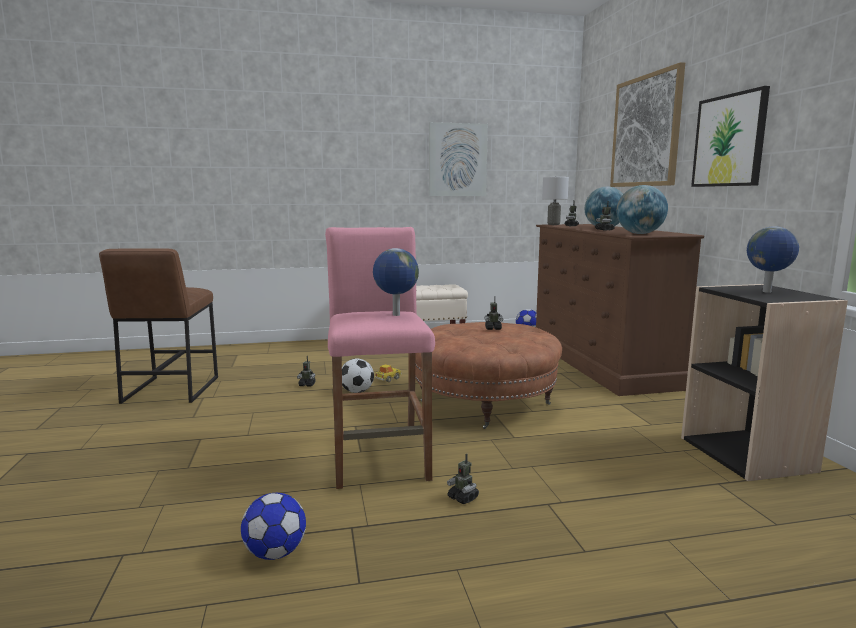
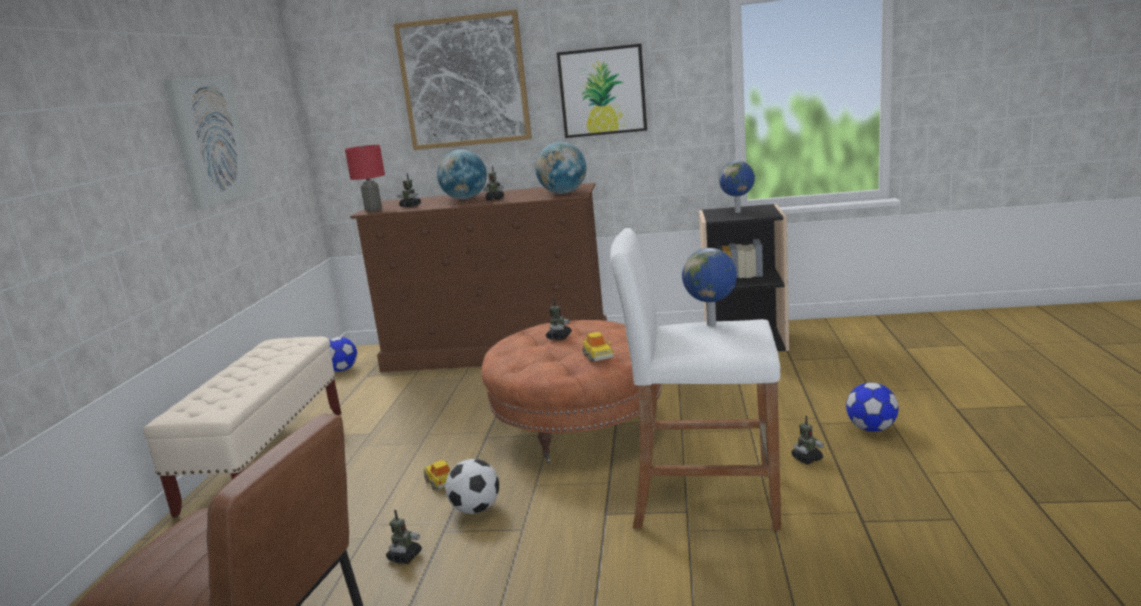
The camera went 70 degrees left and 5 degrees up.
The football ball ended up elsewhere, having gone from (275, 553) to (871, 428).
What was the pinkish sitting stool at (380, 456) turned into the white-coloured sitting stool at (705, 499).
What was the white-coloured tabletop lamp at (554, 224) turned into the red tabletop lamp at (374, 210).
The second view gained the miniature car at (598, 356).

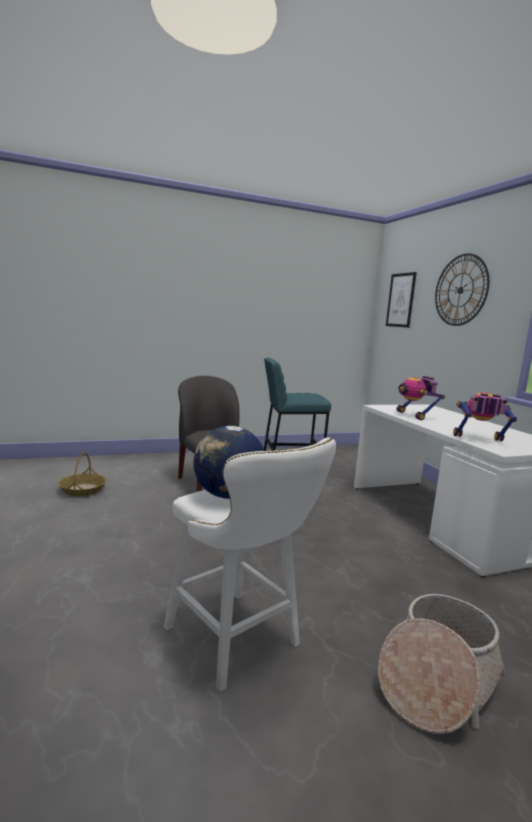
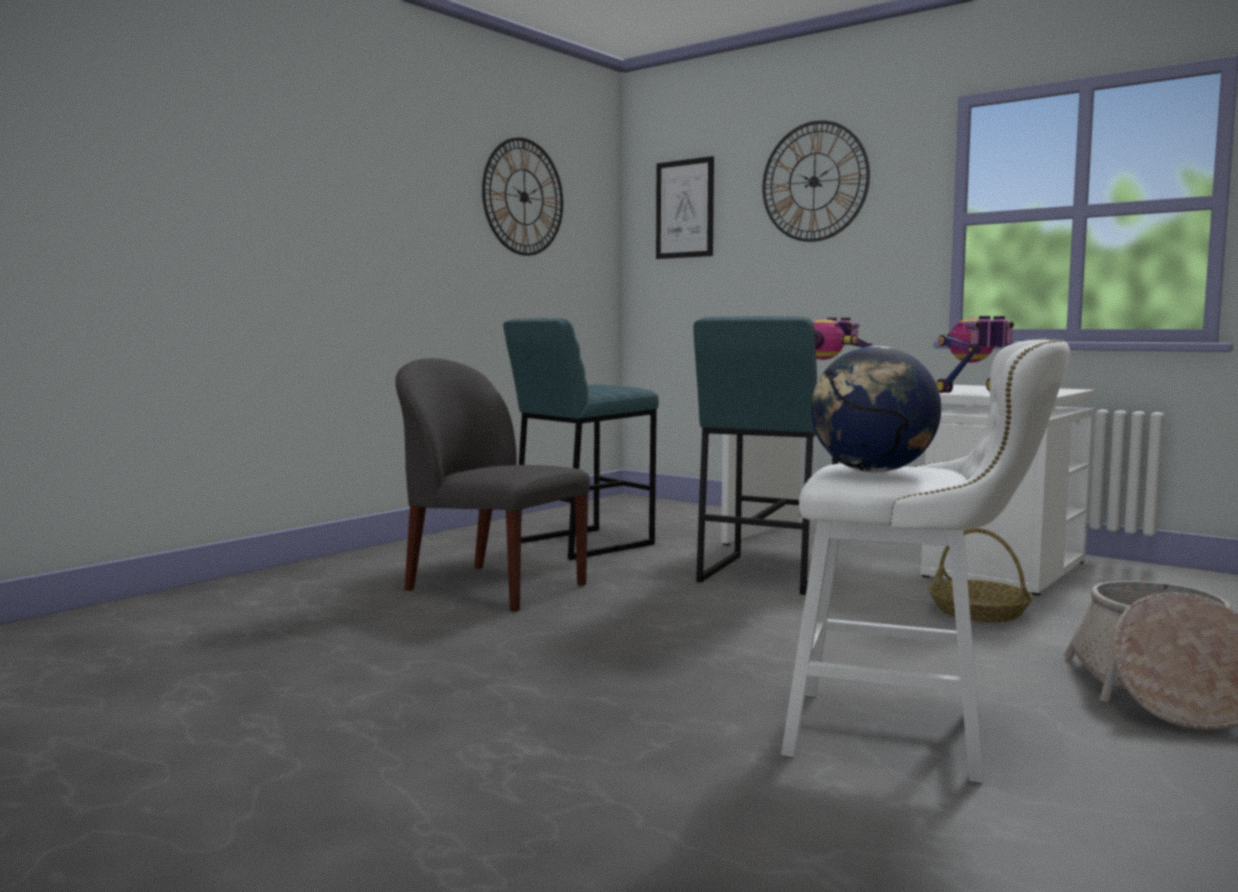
The camera went 30 degrees left and 5 degrees down.
The household basket ended up elsewhere, having gone from (82, 490) to (979, 612).
The second view gained the hanging clock at (524, 197).
The second view gained the blue-green sitting stool at (766, 575).

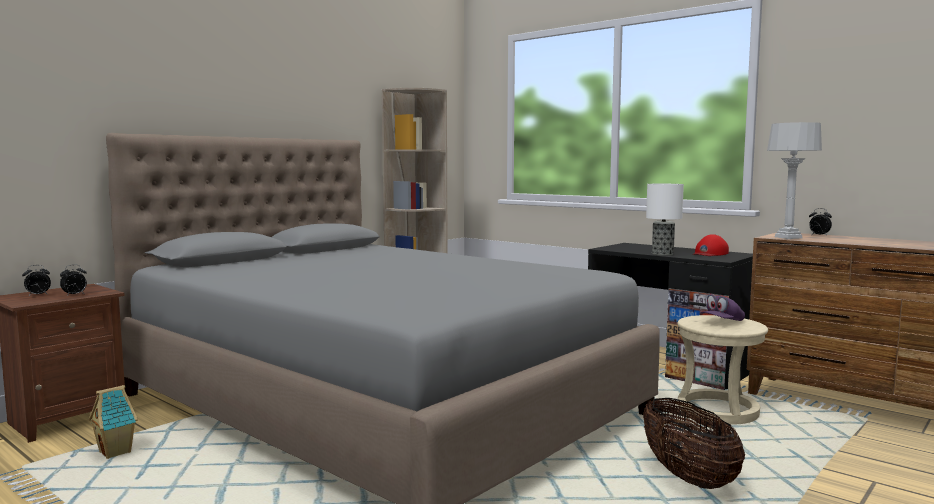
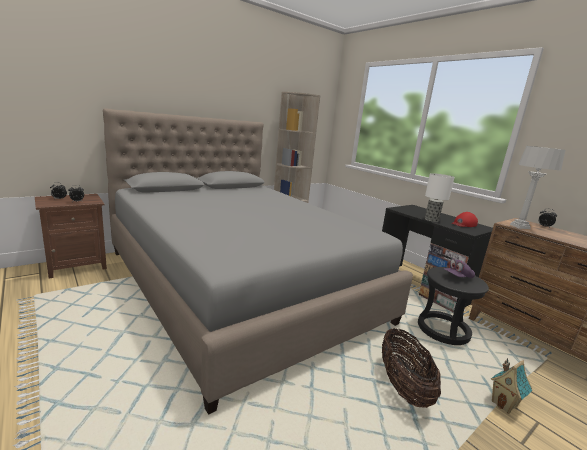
The camera went 10 degrees right and 10 degrees up.
The miniature house ended up elsewhere, having gone from (116, 453) to (504, 404).
What was the sand-coloured sitting stool at (718, 411) turned into the black-coloured sitting stool at (443, 330).

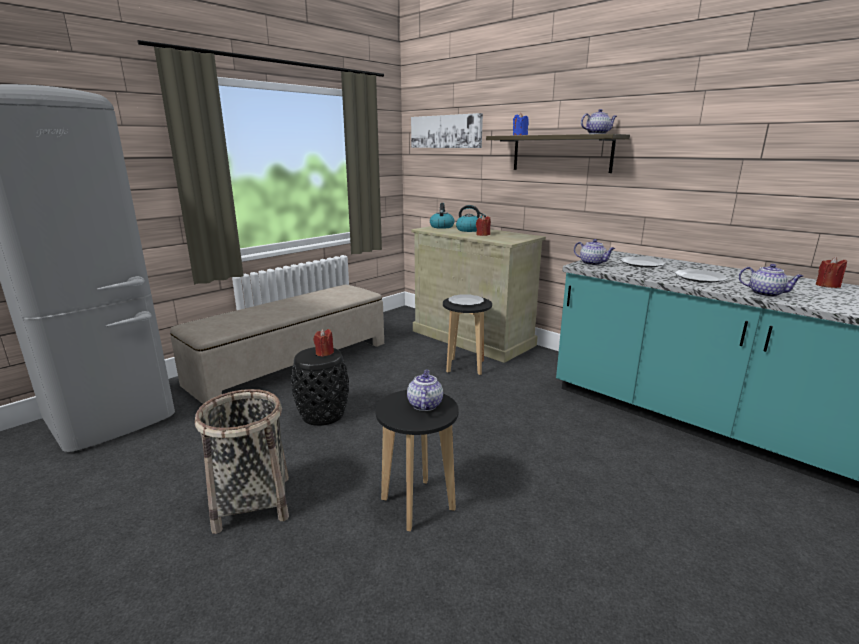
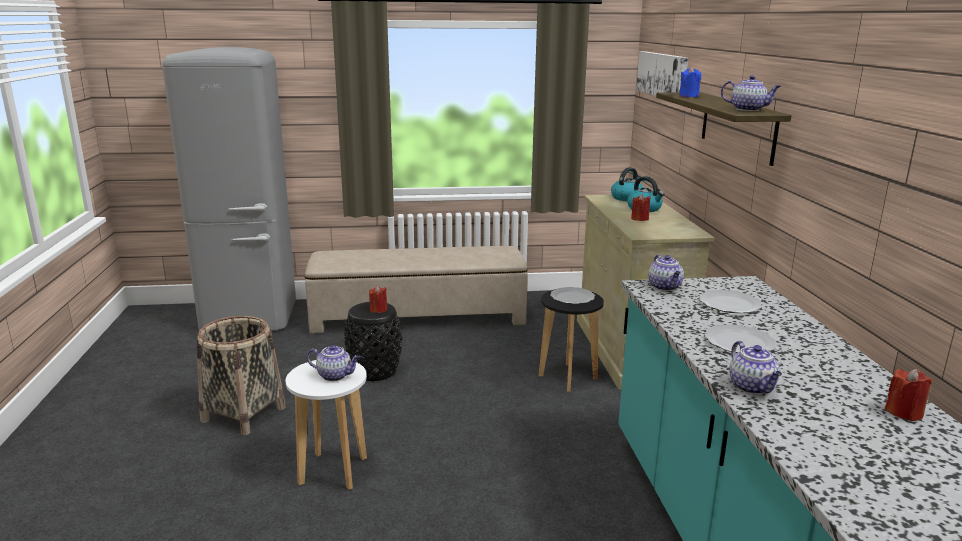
The camera went 40 degrees right and 0 degrees up.
What was the black-coloured sitting stool at (417, 504) turned into the white-coloured sitting stool at (333, 471).
The tea pot at (424, 404) ended up facing another way, 60 degrees clockwise from before.

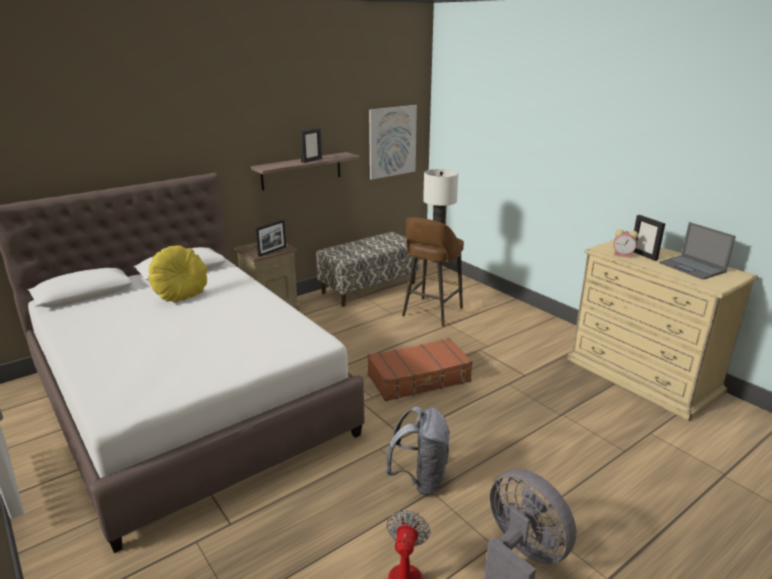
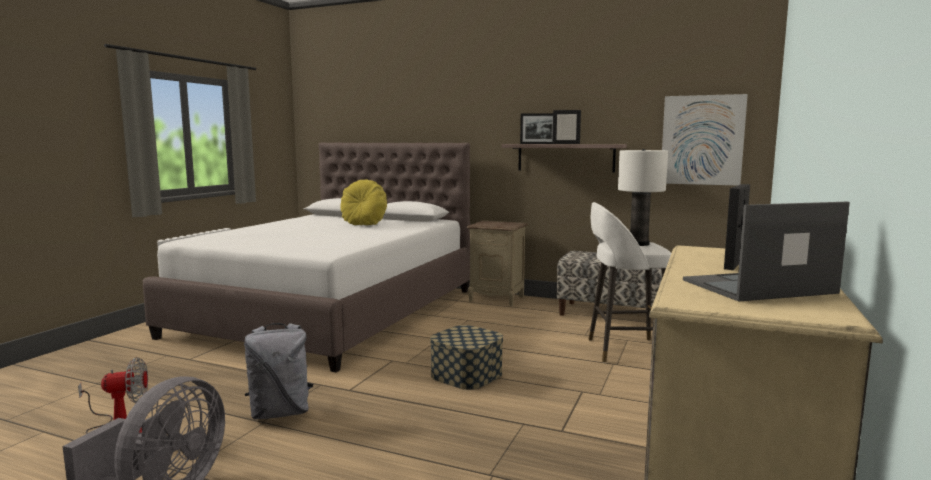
The camera went 60 degrees right and 15 degrees down.
The photo frame ended up elsewhere, having gone from (272, 251) to (538, 143).
Where the brown-coloured suitcase stood at (419, 379), the storage box came to stand at (466, 374).
What was the brown-coloured sitting stool at (431, 312) turned into the white-coloured sitting stool at (624, 350).
The second view lost the alarm clock at (623, 255).
The portable computer at (692, 267) ended up facing another way, 45 degrees clockwise from before.

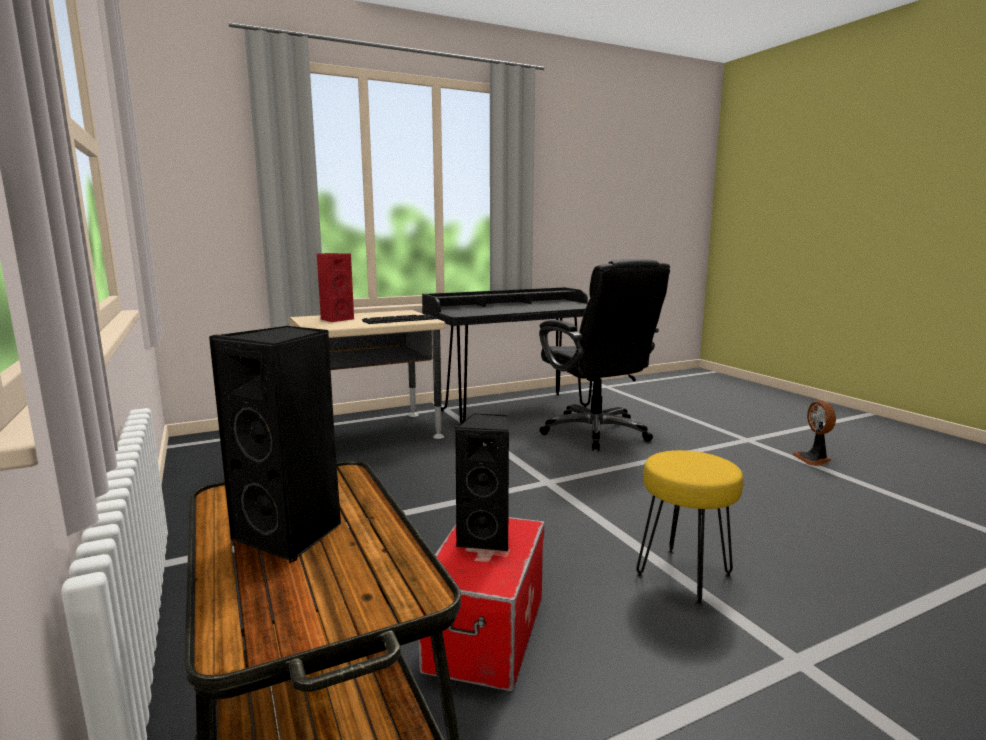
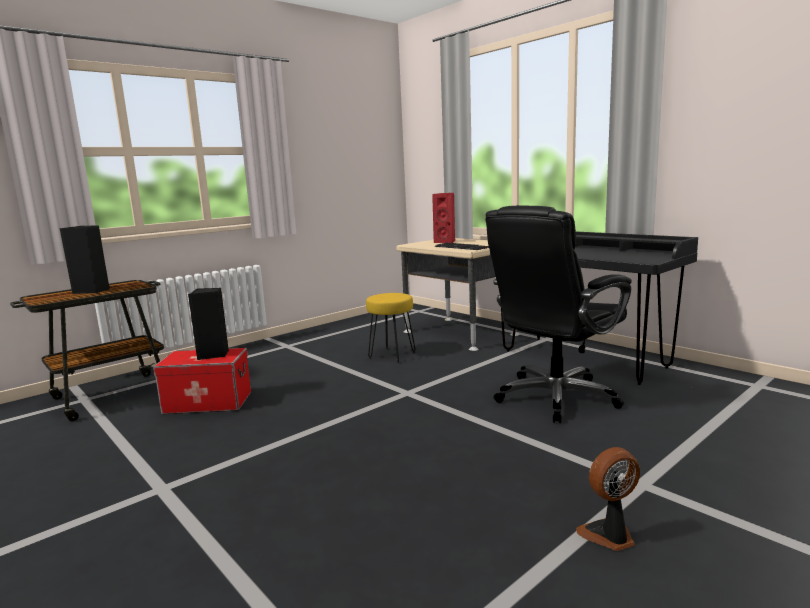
The camera went 75 degrees right and 0 degrees up.
The yellow-coloured sitting stool ended up elsewhere, having gone from (684, 576) to (391, 355).

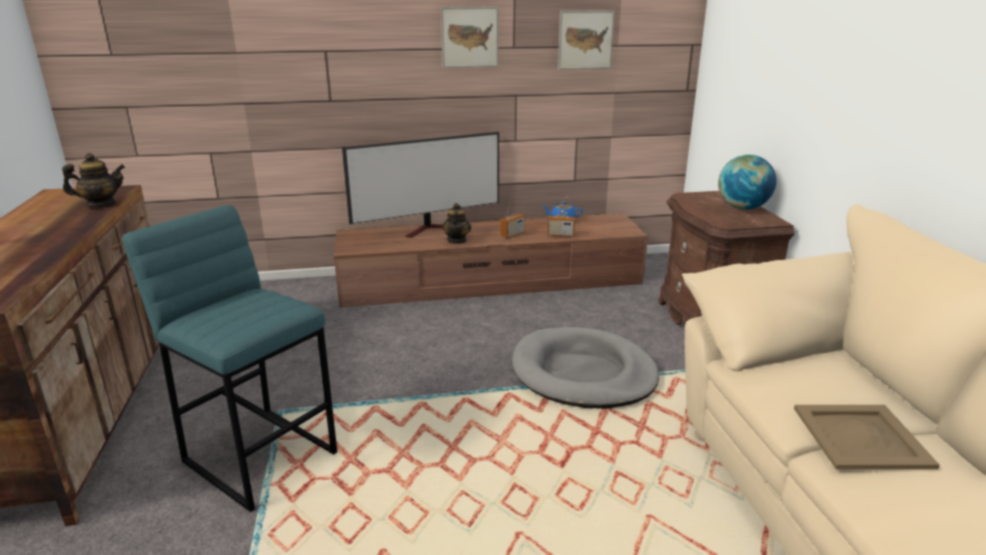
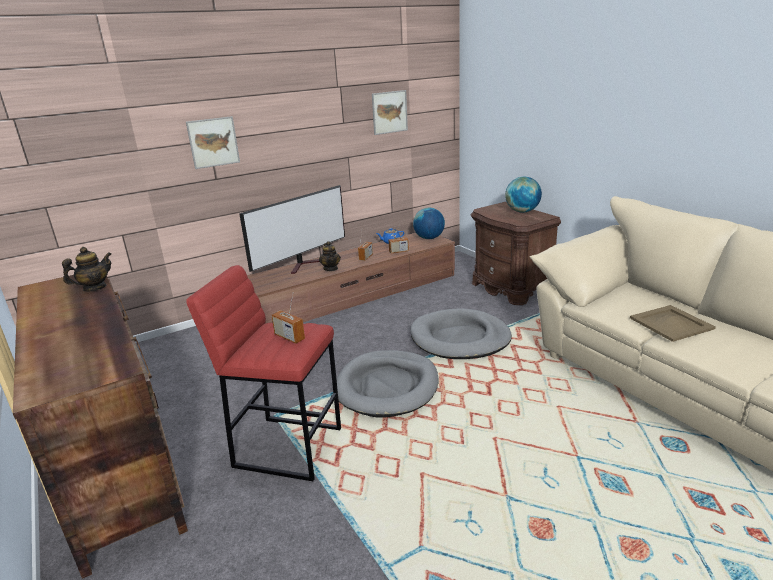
The camera went 20 degrees left and 0 degrees up.
What was the blue-green sitting stool at (258, 456) turned into the red sitting stool at (285, 447).
The wall art ended up elsewhere, having gone from (469, 37) to (213, 142).
The second view gained the radio at (289, 337).
The second view gained the greyish dog bed at (387, 386).
The second view gained the world globe at (429, 238).

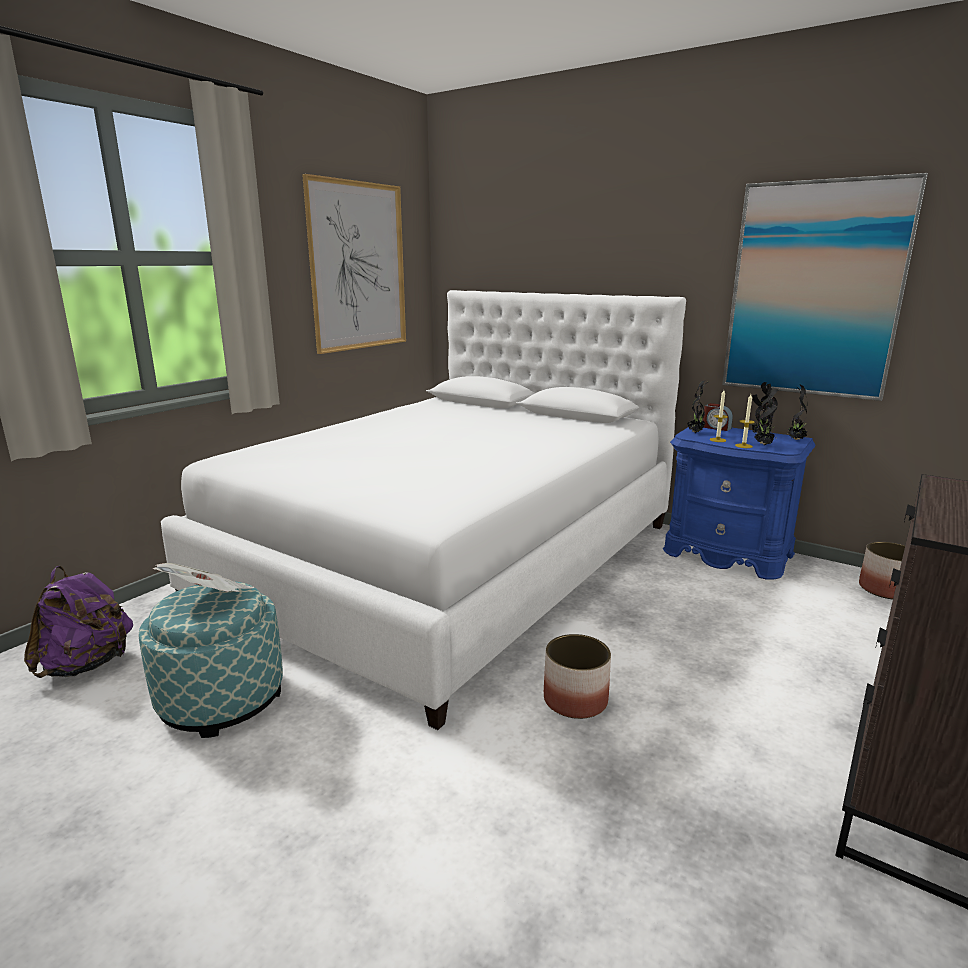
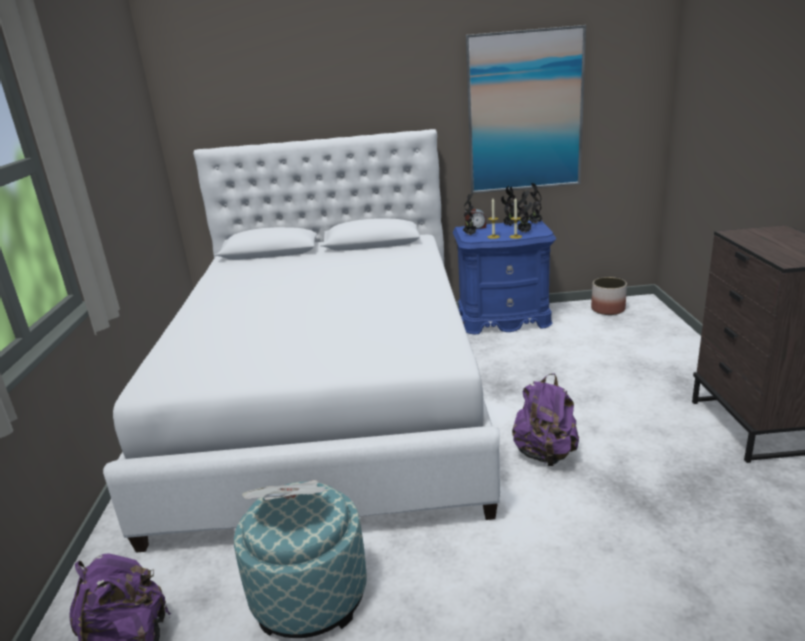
The camera went 35 degrees left and 5 degrees up.
The second view lost the wall art at (358, 267).
Where the planter stood at (576, 700), the purple-coloured backpack came to stand at (545, 454).

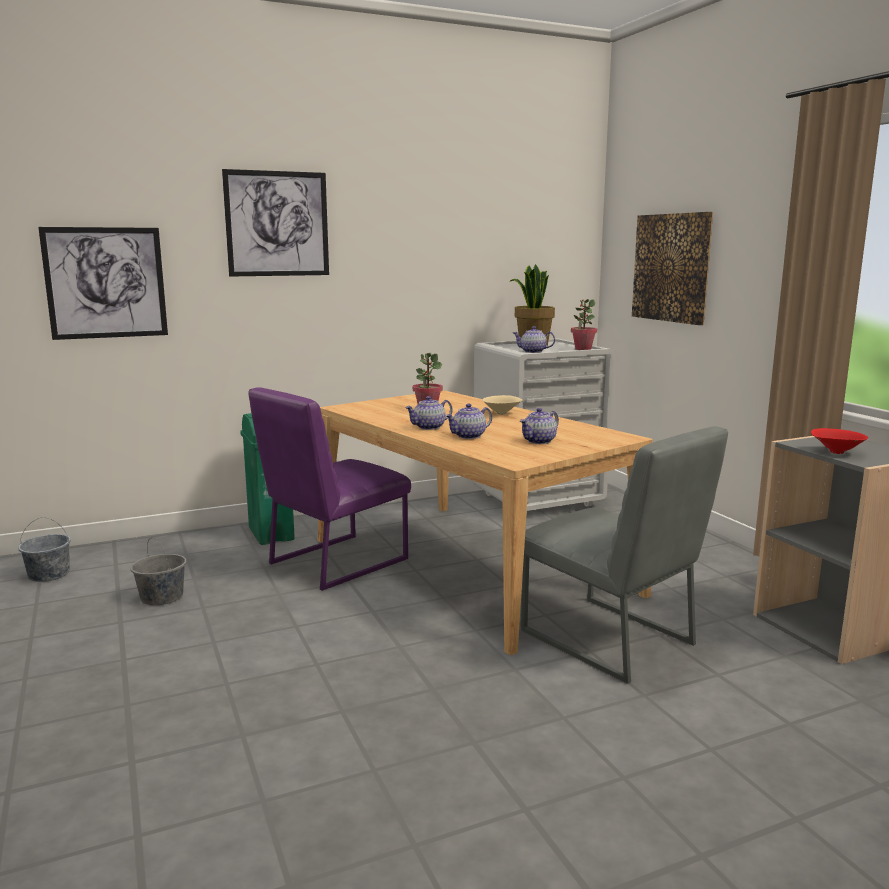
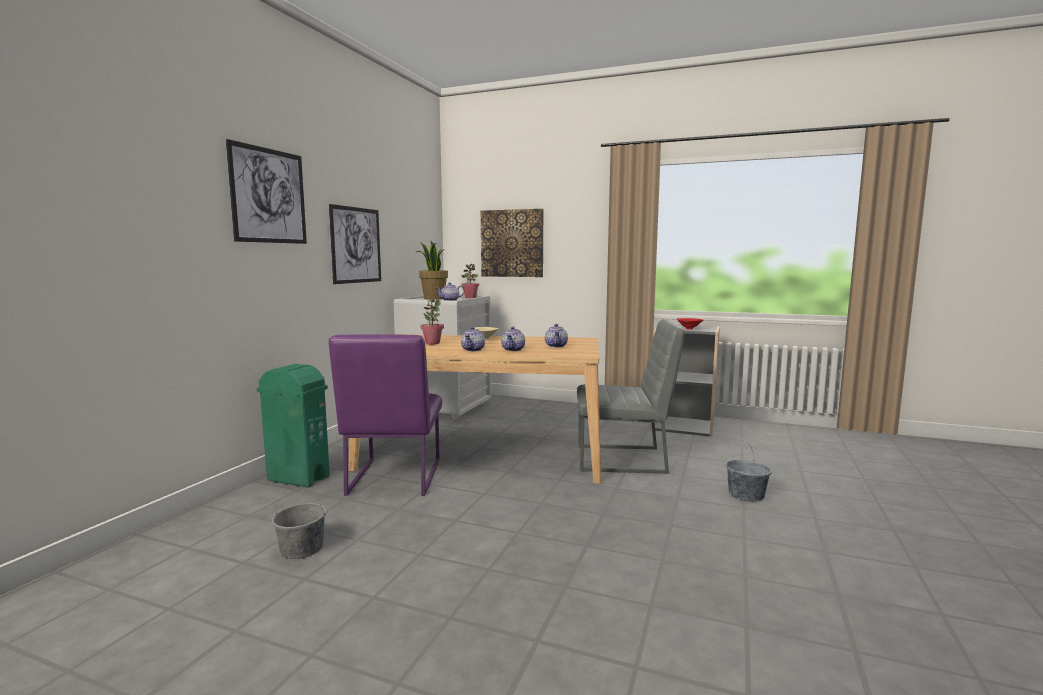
The camera went 45 degrees left and 5 degrees down.
The greyish bucket ended up elsewhere, having gone from (48, 574) to (746, 495).
The wall art ended up elsewhere, having gone from (106, 283) to (356, 245).

